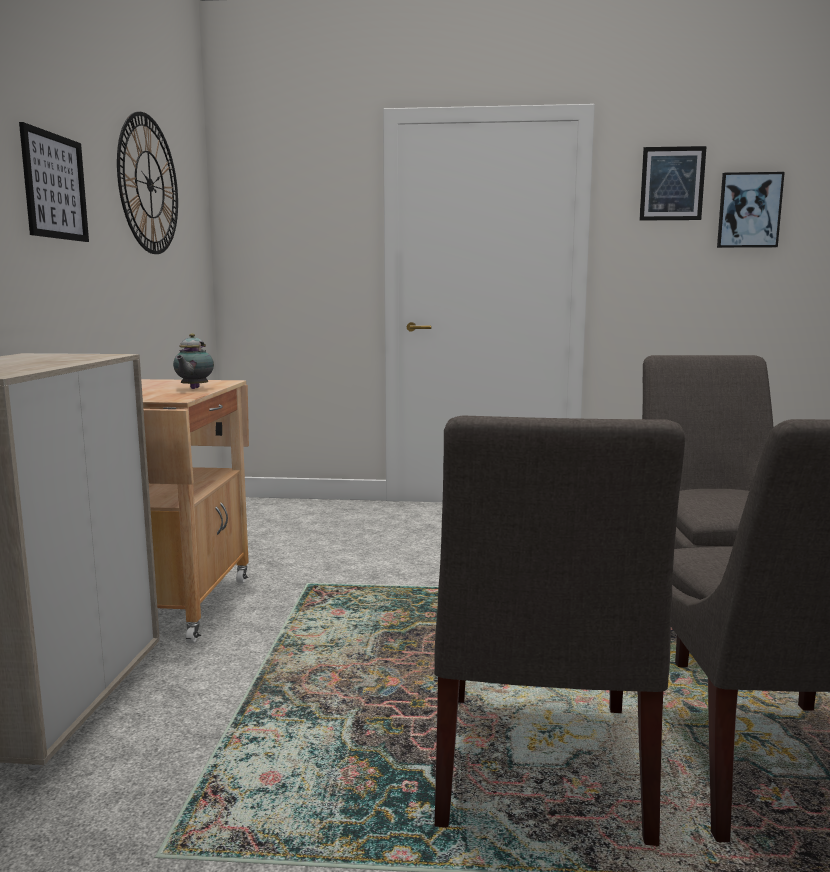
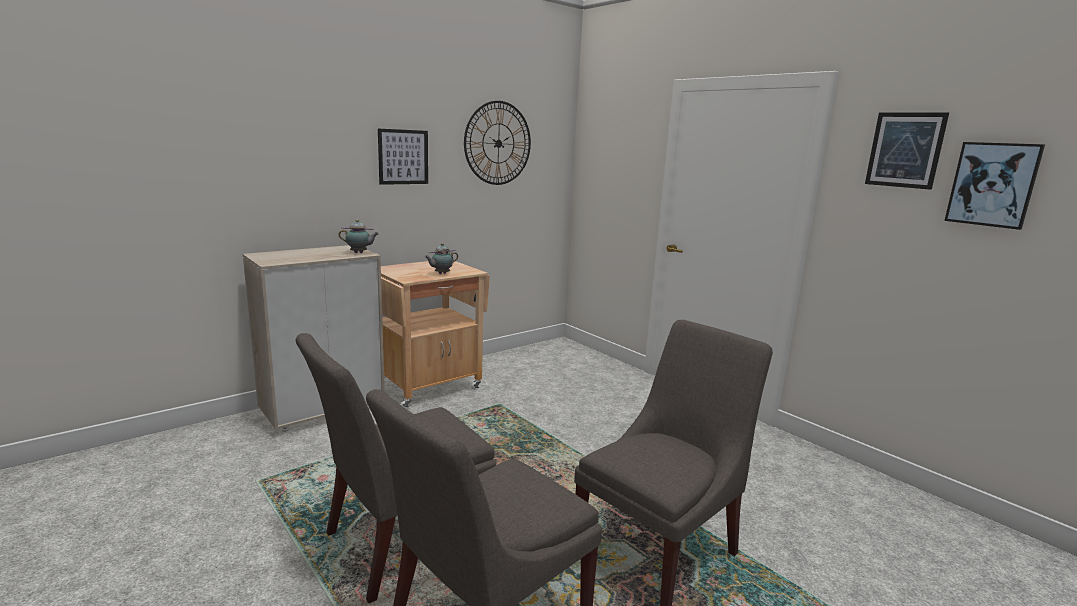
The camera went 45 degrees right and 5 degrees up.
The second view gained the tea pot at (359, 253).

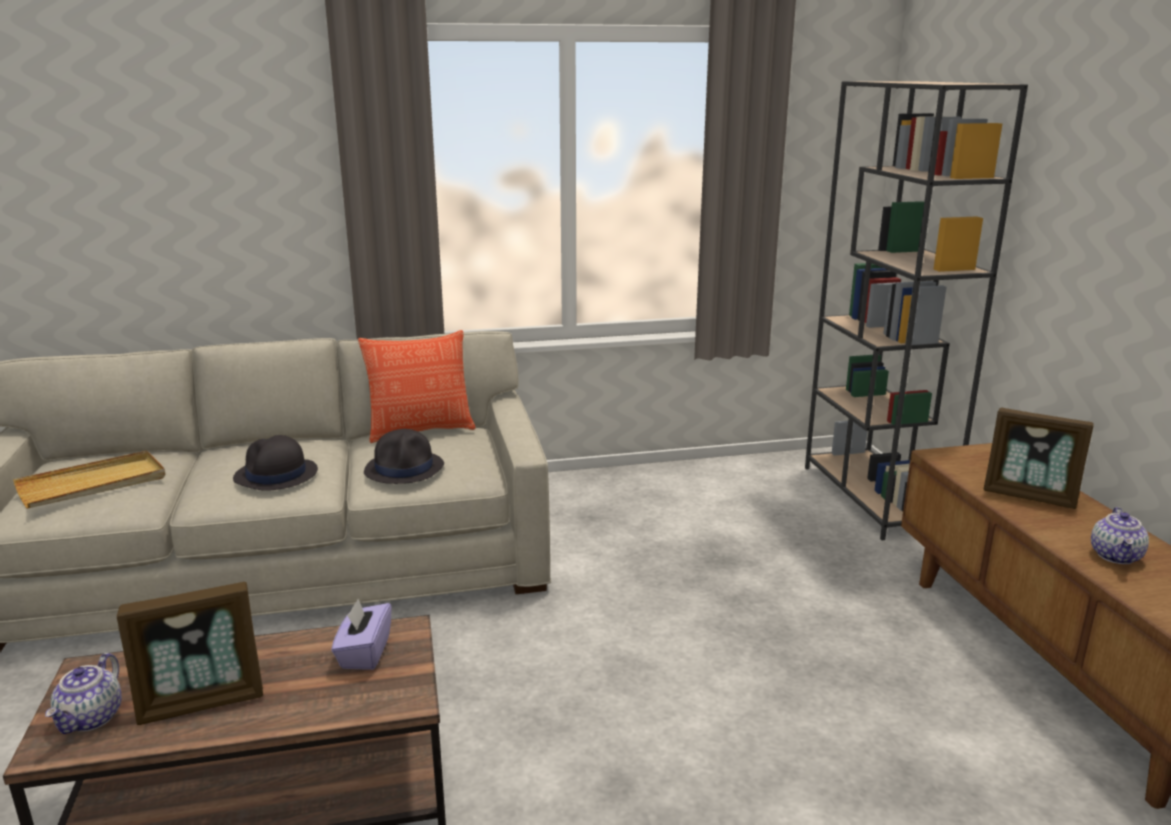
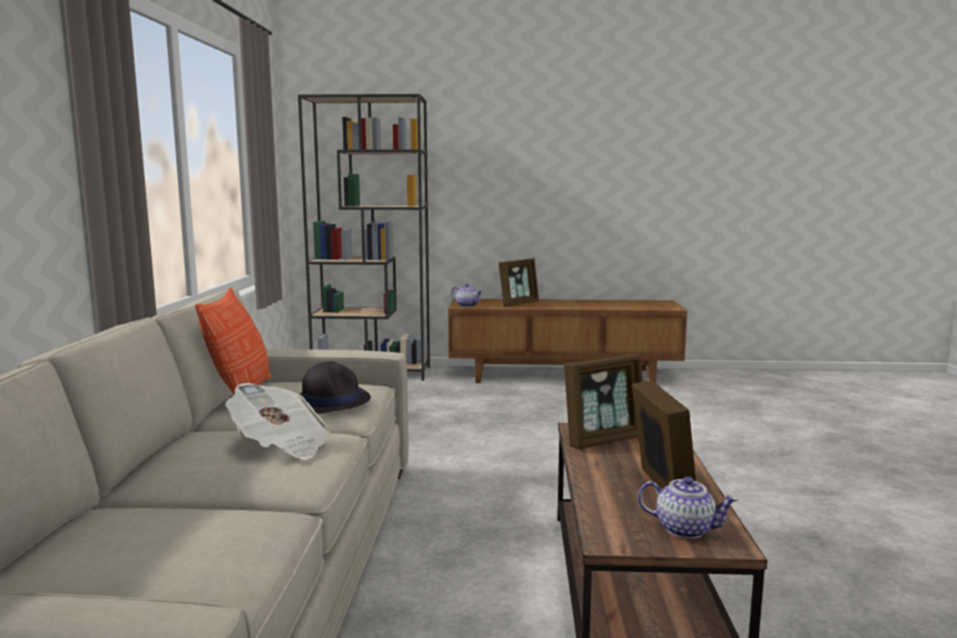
The camera went 75 degrees left and 10 degrees down.
The second view lost the sand-coloured serving tray at (93, 484).
Where the black-coloured hat stood at (276, 475), the daily paper came to stand at (281, 445).
Where the purple-coloured tissue holder stood at (364, 653), the photo frame came to stand at (604, 440).
The tea pot ended up elsewhere, having gone from (1116, 556) to (467, 305).

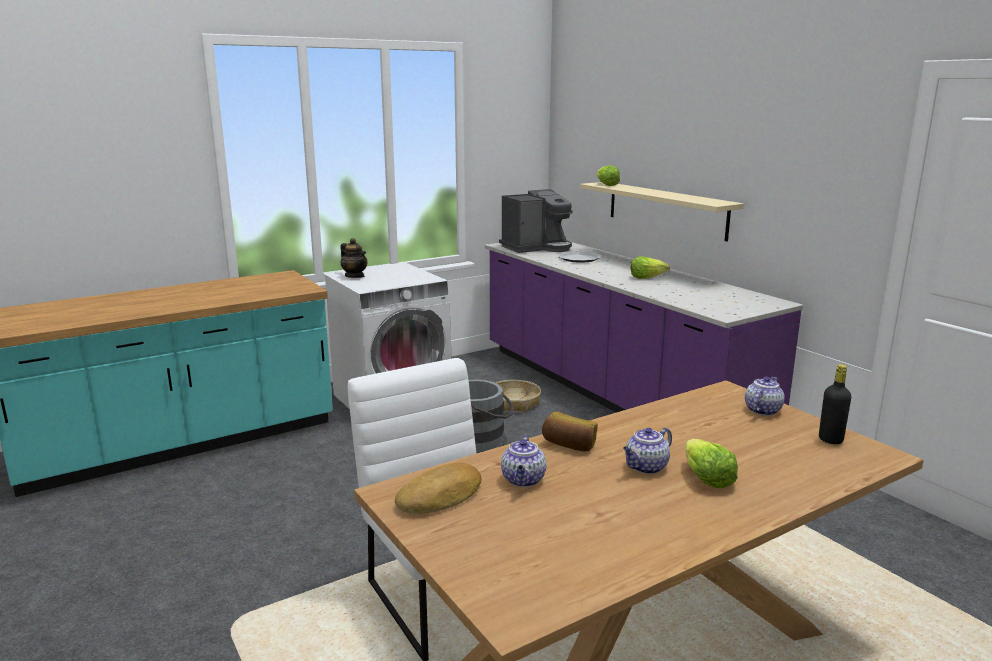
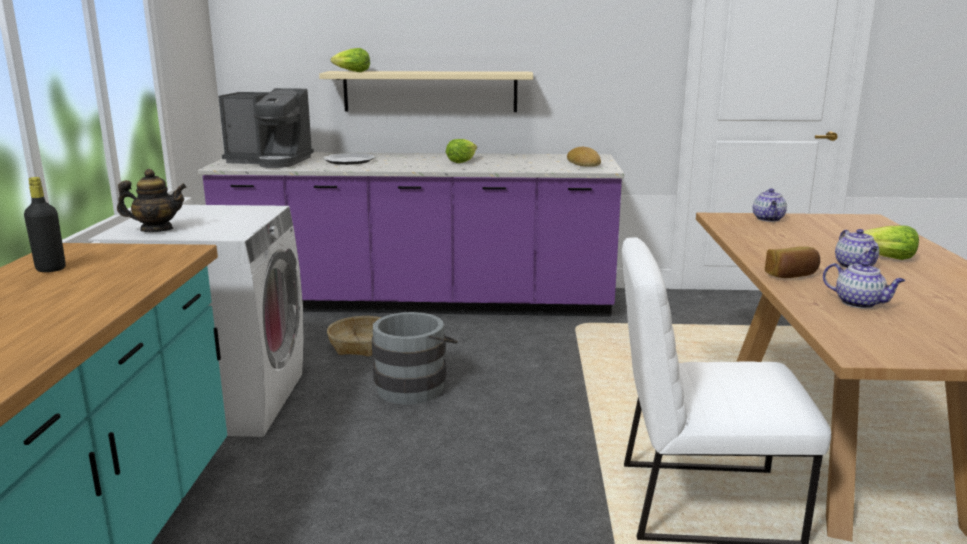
The camera went 55 degrees left and 0 degrees up.
The baked bread ended up elsewhere, having gone from (441, 496) to (584, 163).
The coffee machine at (537, 248) ended up facing another way, 90 degrees clockwise from before.
The tea pot at (762, 410) ended up facing another way, 150 degrees counterclockwise from before.
The black-coloured beverage bottle ended up elsewhere, having gone from (830, 440) to (51, 269).

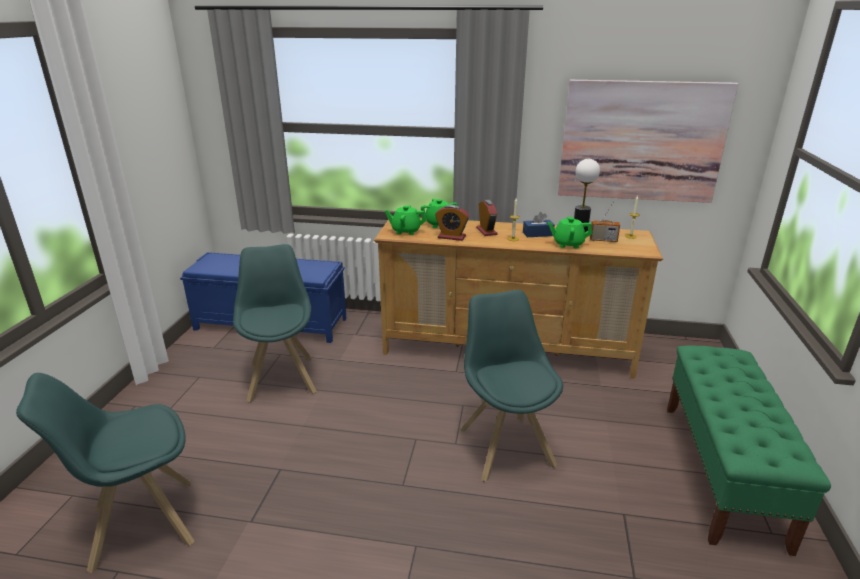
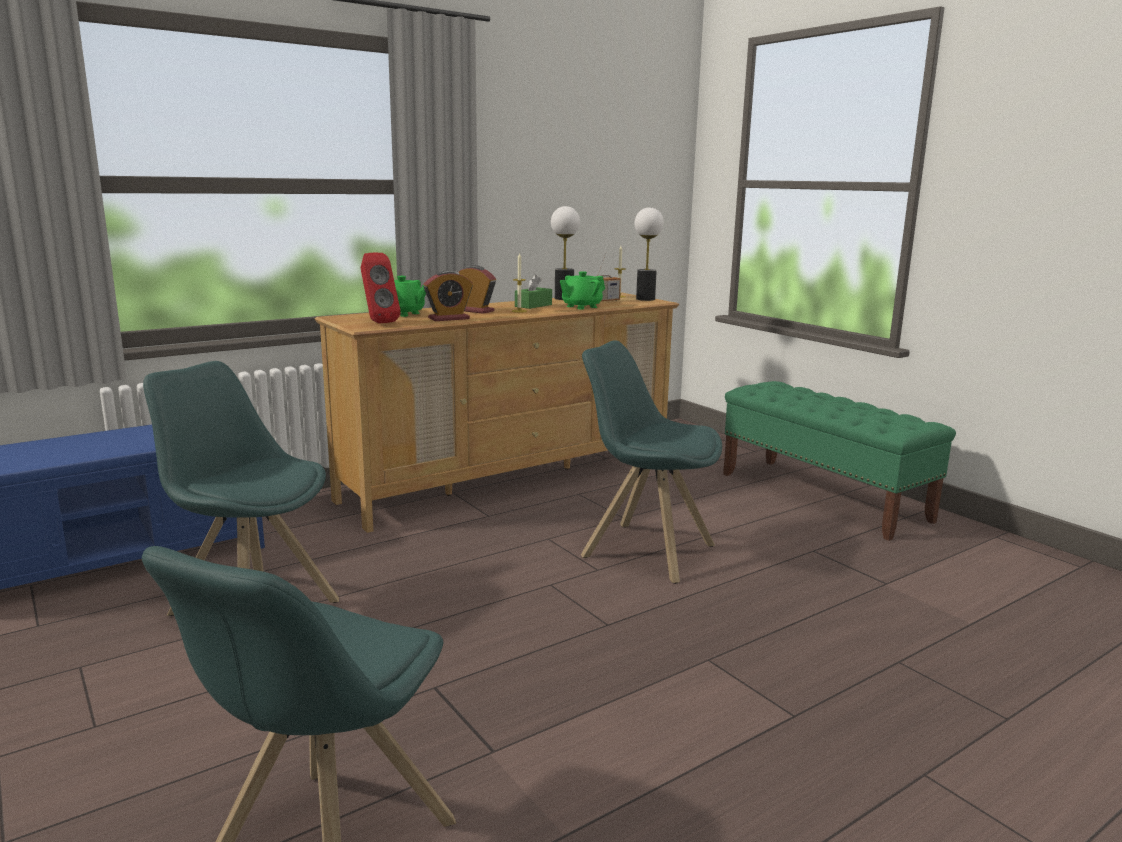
The camera went 45 degrees left and 10 degrees down.
Where the greenish tea pot stood at (406, 231), the red loudspeaker came to stand at (378, 322).
What was the bluish tissue holder at (538, 234) turned into the greenish tissue holder at (533, 305).
The second view lost the wall art at (641, 141).
The second view gained the tabletop lamp at (645, 299).

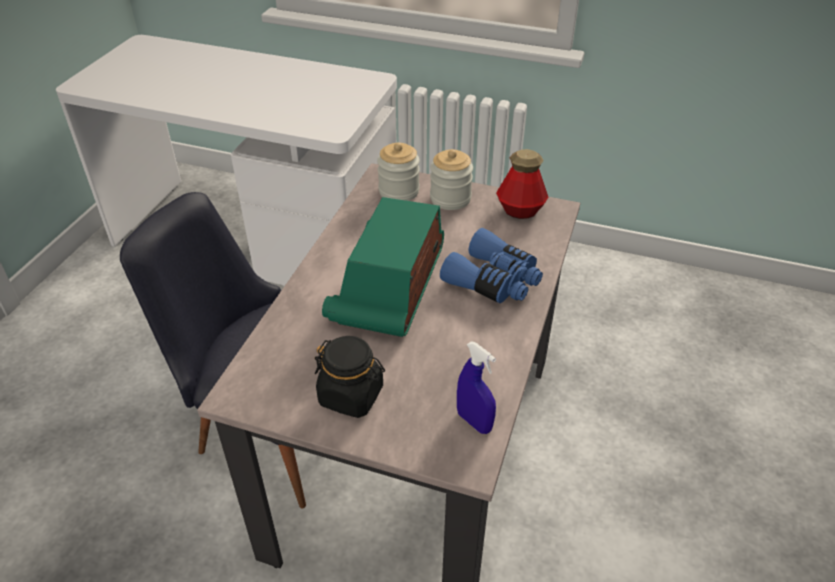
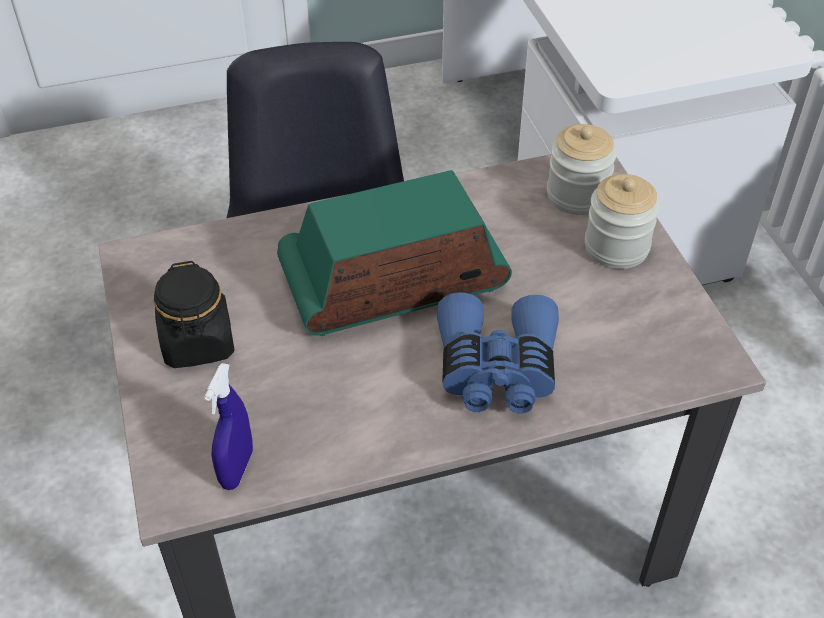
The camera went 55 degrees right and 5 degrees up.
The second view lost the beverage bottle at (520, 210).

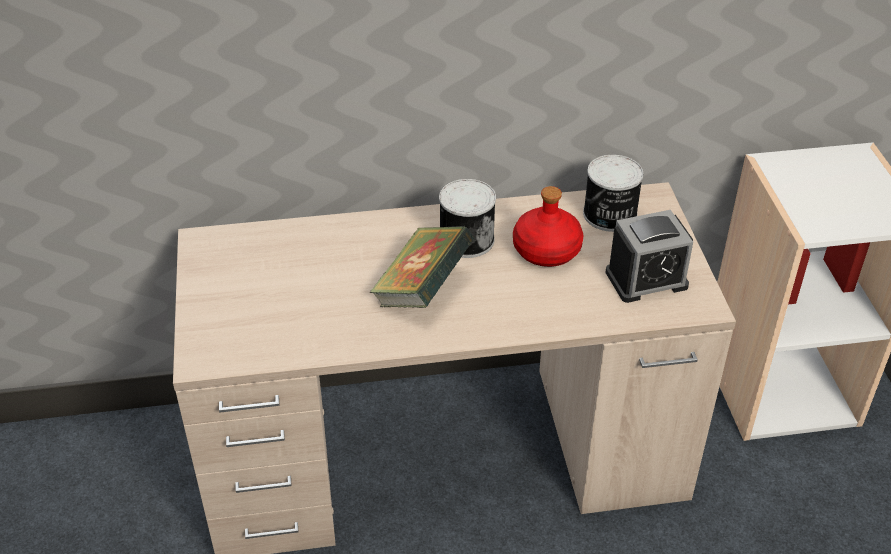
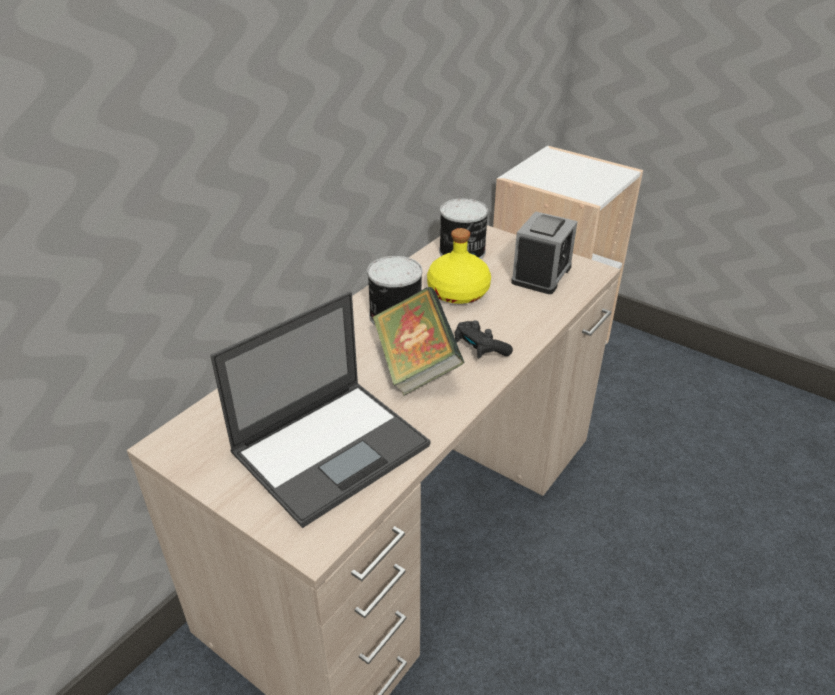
The camera went 45 degrees left and 5 degrees down.
What was the red beverage bottle at (545, 250) turned into the yellow-coloured beverage bottle at (457, 292).
The second view gained the portable computer at (332, 448).
The second view gained the black-coloured joypad at (480, 348).

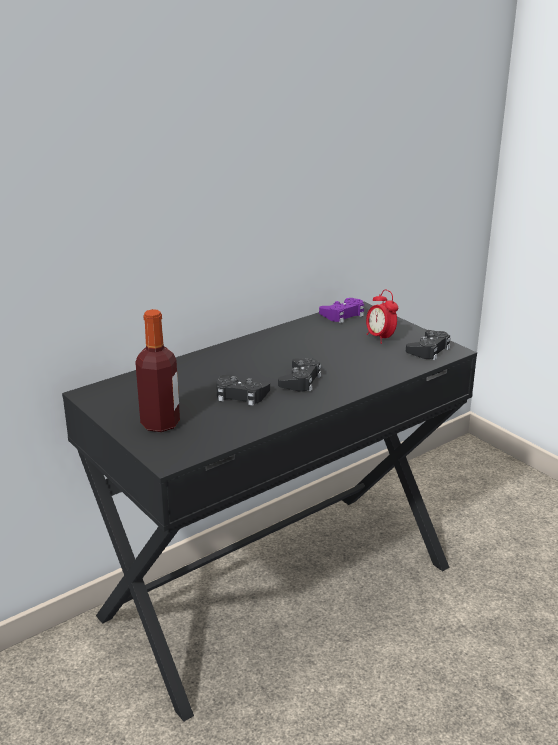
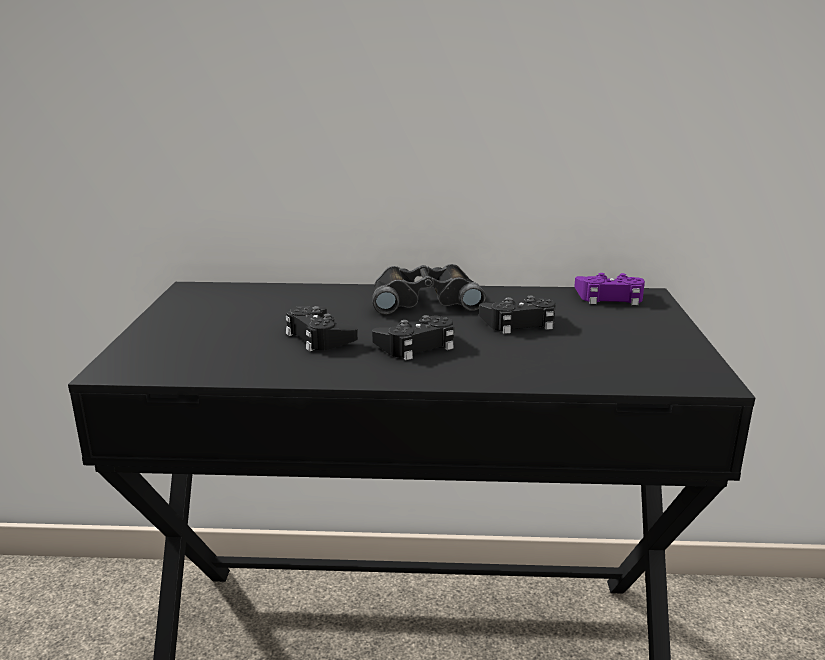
The camera went 40 degrees right and 5 degrees down.
The second view lost the beverage bottle at (160, 424).
The second view lost the alarm clock at (380, 338).
The black-coloured joypad ended up elsewhere, having gone from (429, 350) to (519, 323).
The second view gained the black-coloured binoculars at (424, 299).

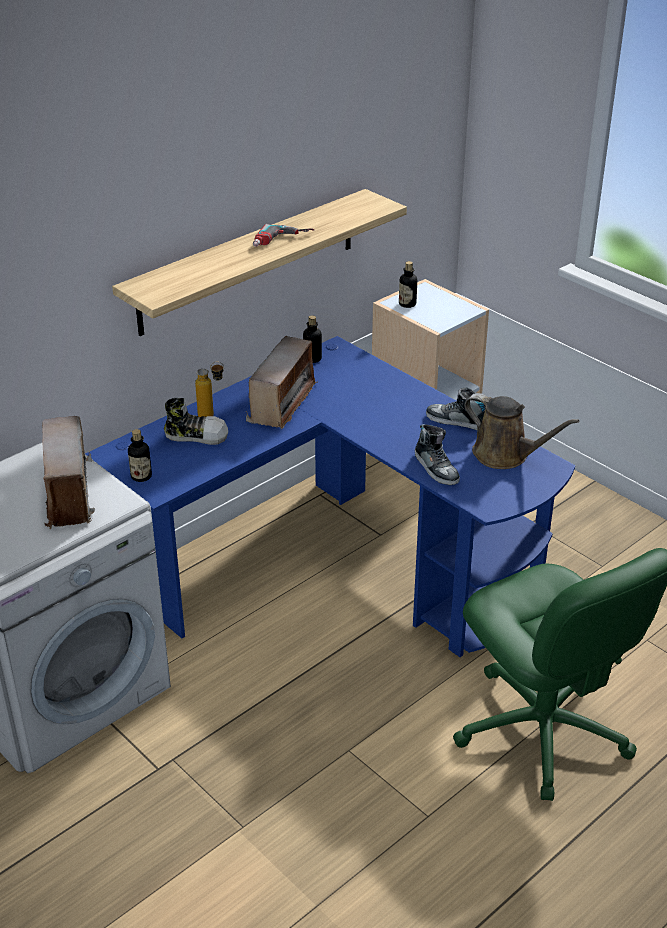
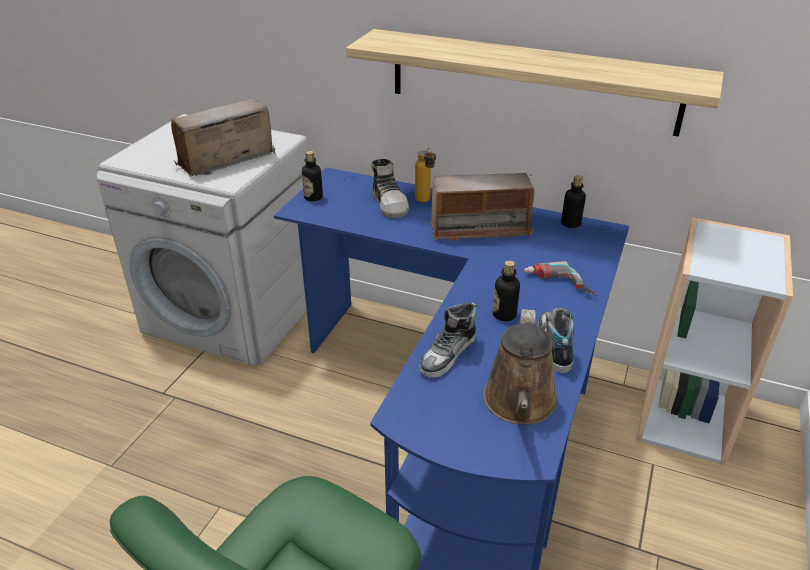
The camera went 65 degrees right and 0 degrees up.
The power drill ended up elsewhere, having gone from (282, 241) to (557, 286).
The beverage bottle ended up elsewhere, having gone from (407, 304) to (504, 314).

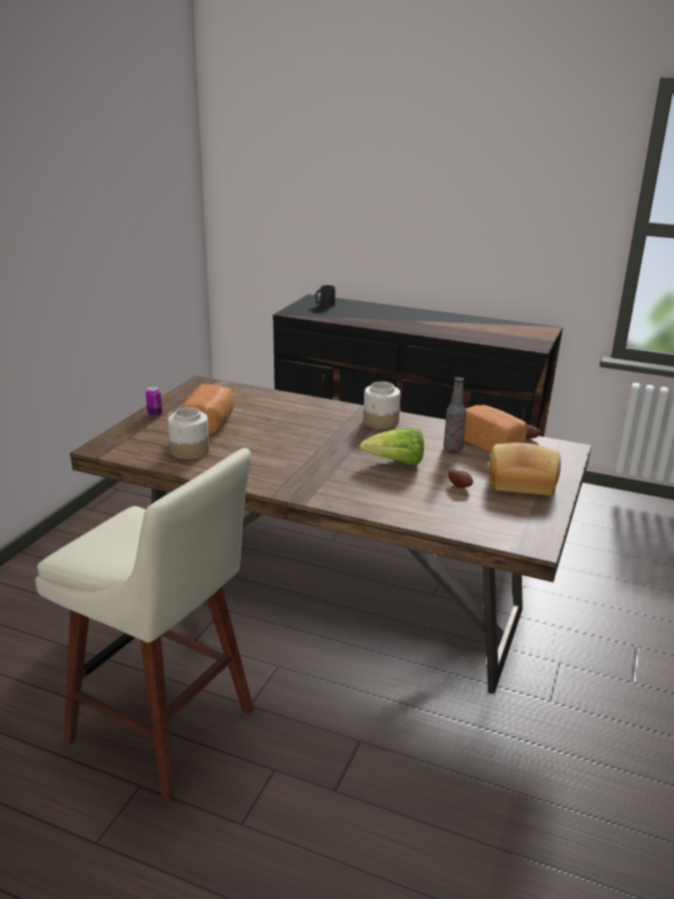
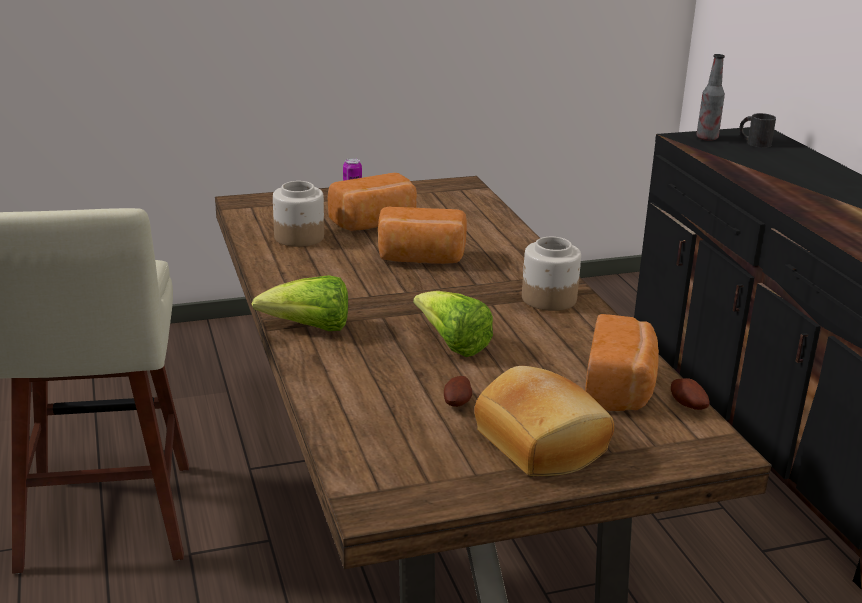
The camera went 50 degrees right and 0 degrees up.
The beverage bottle ended up elsewhere, having gone from (453, 448) to (707, 138).
The second view gained the lettuce head at (310, 328).
The second view gained the baked bread at (421, 258).

